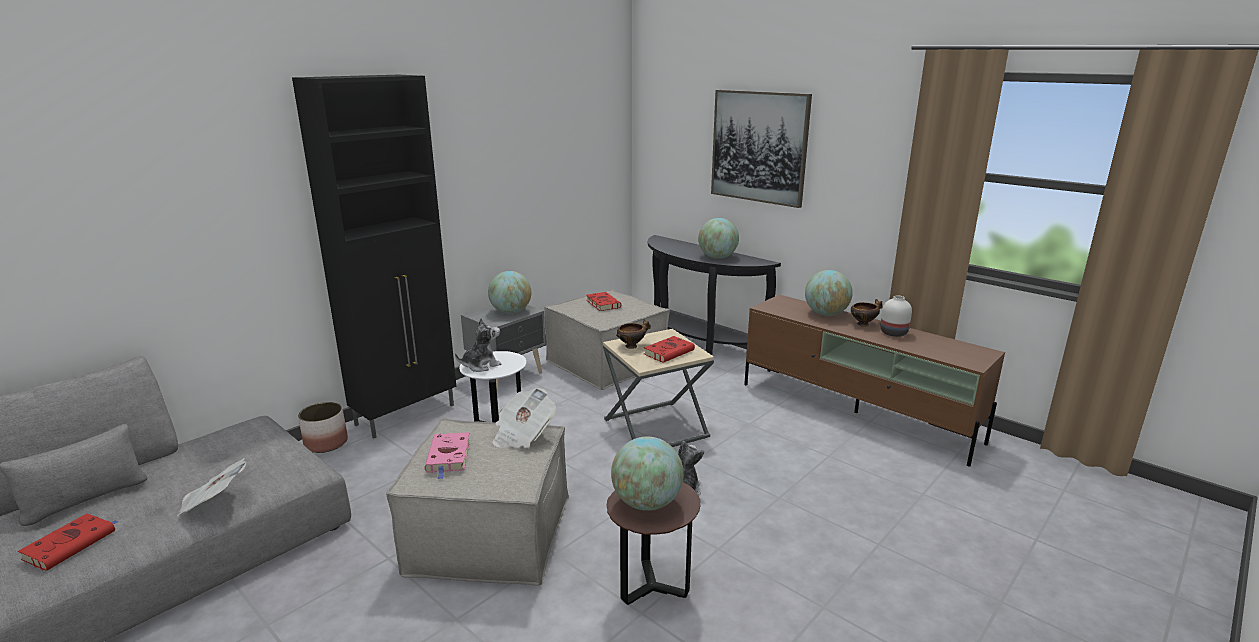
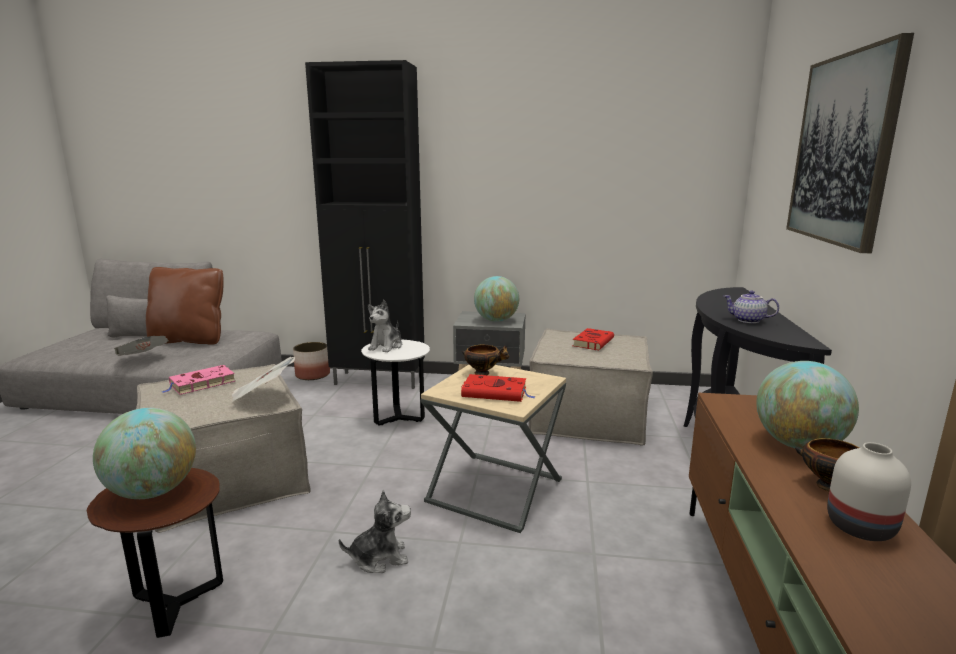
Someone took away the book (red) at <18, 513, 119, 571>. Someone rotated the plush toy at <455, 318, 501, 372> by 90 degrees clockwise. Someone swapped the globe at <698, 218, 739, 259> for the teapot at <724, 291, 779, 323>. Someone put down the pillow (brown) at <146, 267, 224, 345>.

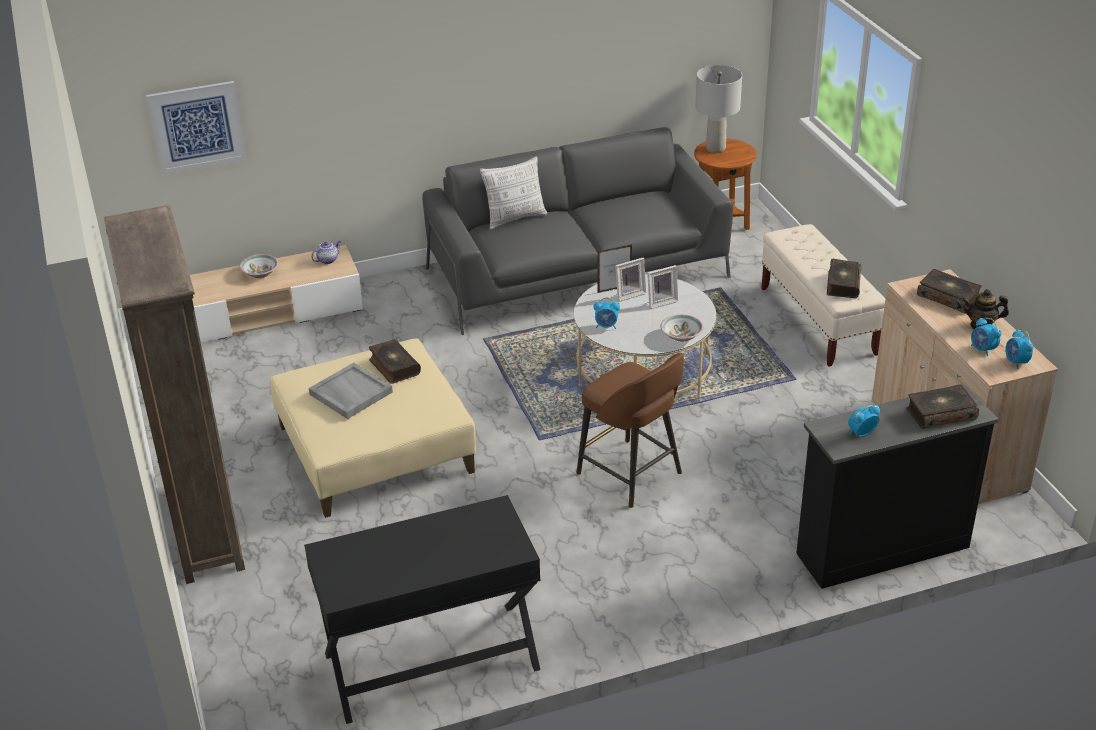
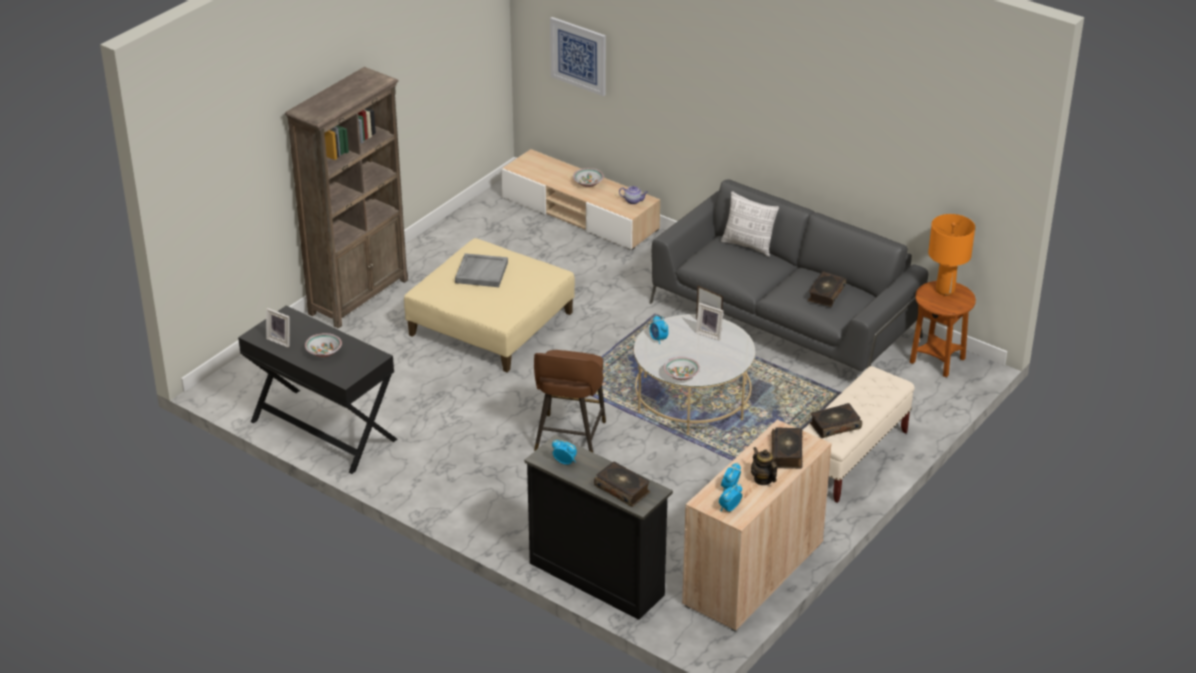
Someone carried the book from <369, 339, 421, 384> to <808, 271, 846, 307>. Someone carried the picture frame from <647, 265, 678, 309> to <266, 308, 290, 347>. Someone repainted the table lamp (grey) at <695, 65, 742, 153>, which became the table lamp (orange) at <928, 214, 975, 296>. Someone put down the bowl at <305, 333, 342, 357>.

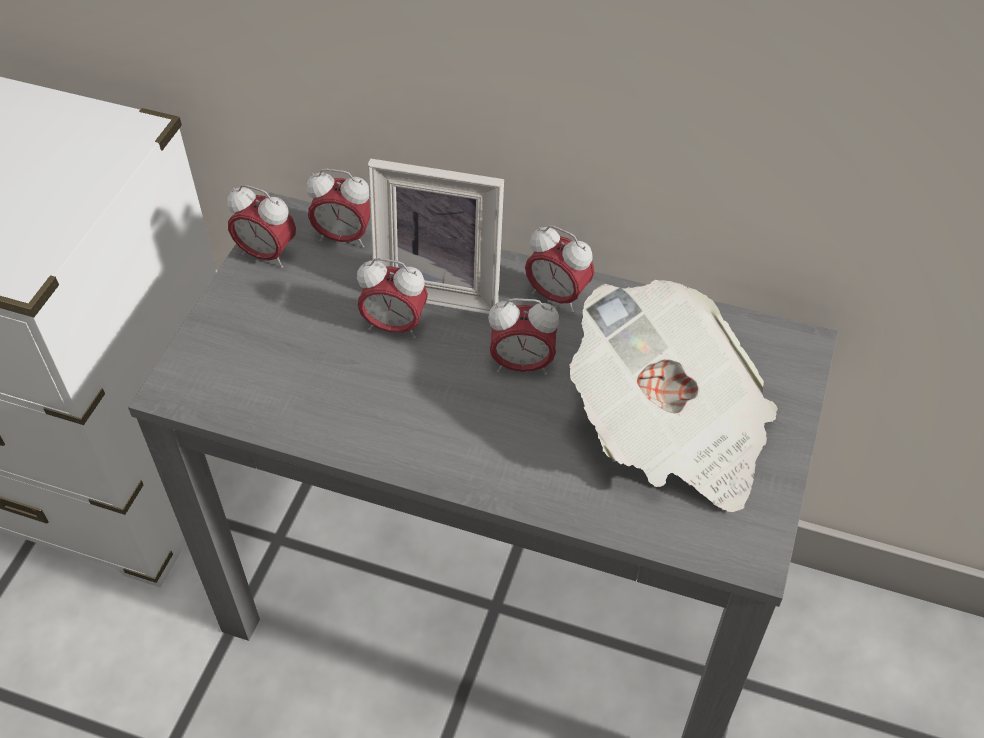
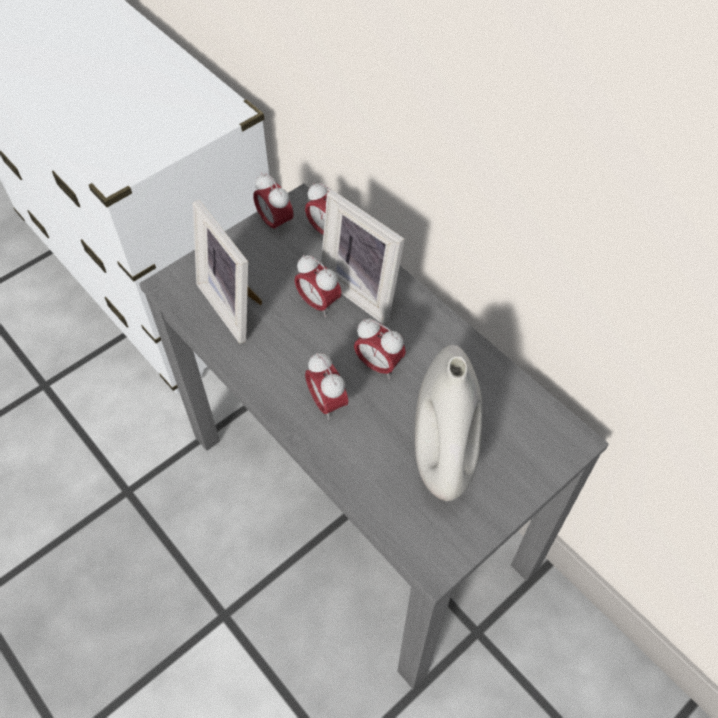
Someone carried the alarm clock from <525, 225, 595, 312> to <305, 353, 348, 420>. Someone swapped the newspaper at <569, 280, 778, 512> for the vase (white) at <415, 345, 482, 501>. Someone put down the picture frame at <193, 200, 262, 344>.

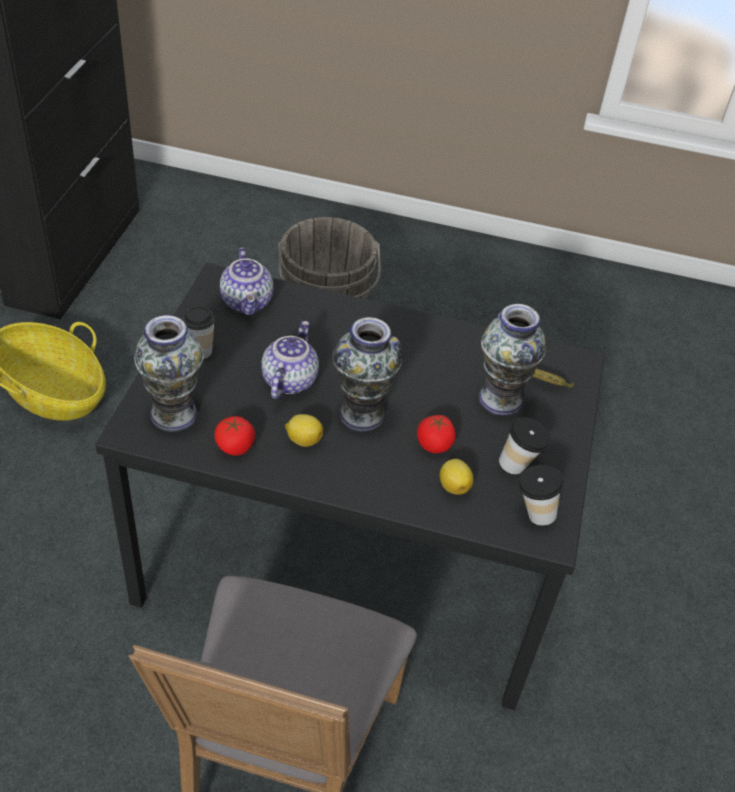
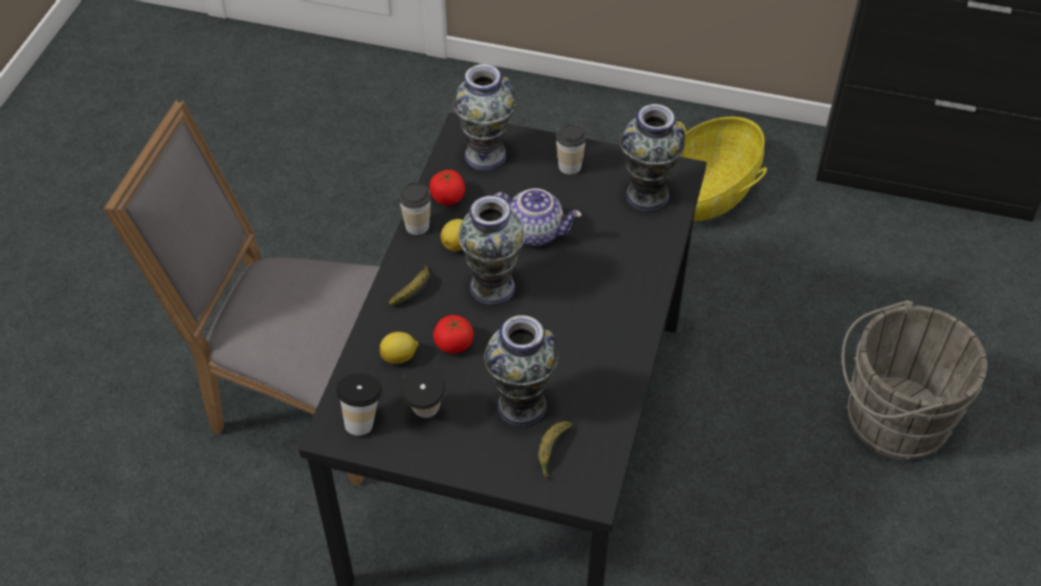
Someone swapped the teapot at <220, 247, 273, 315> for the vase at <620, 104, 685, 212>. Someone put down the banana at <389, 265, 429, 305>. Someone put down the cup at <399, 182, 431, 235>.

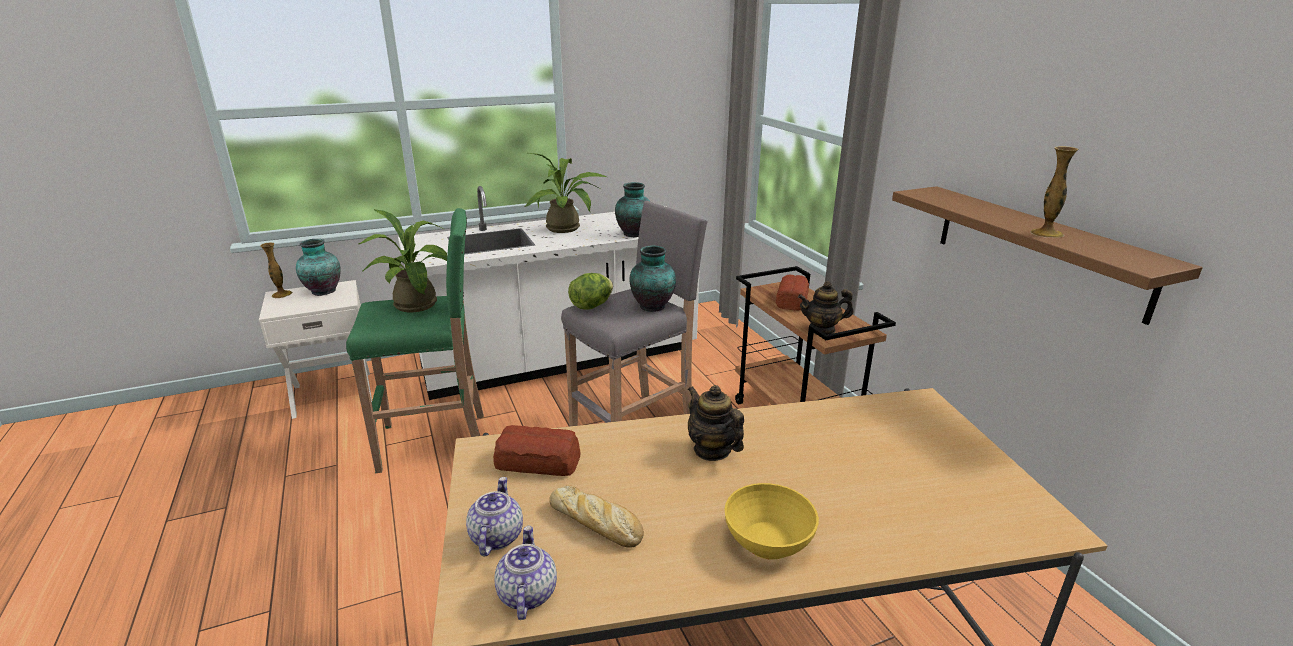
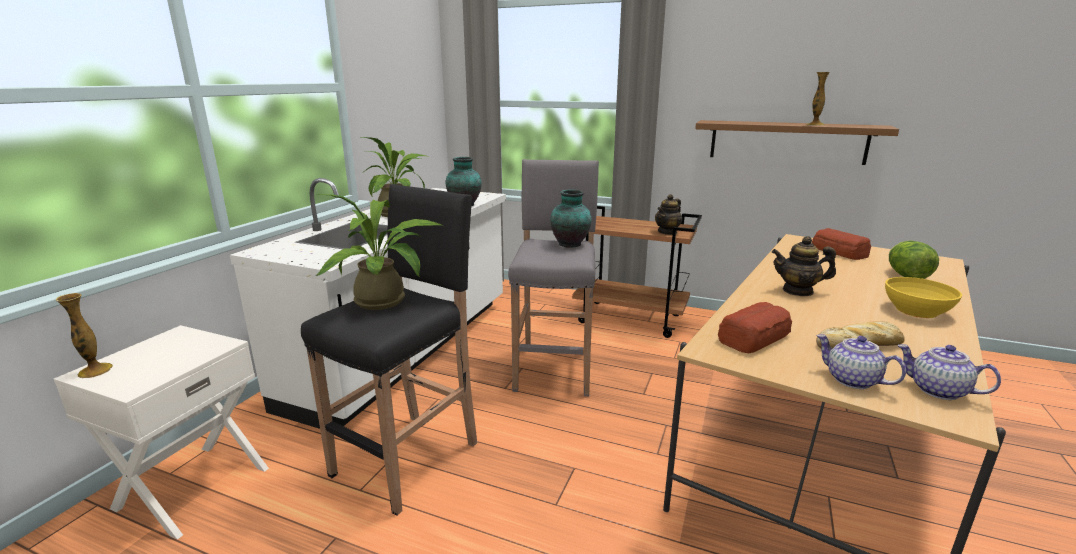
Someone took away the vase at <296, 239, 341, 296>. Someone repainted the stool (green) at <346, 208, 484, 473>, which became the stool (black) at <301, 184, 477, 516>. Someone carried the lettuce from <568, 273, 613, 309> to <889, 241, 939, 279>. Someone carried the bread from <776, 275, 809, 311> to <812, 228, 871, 260>.

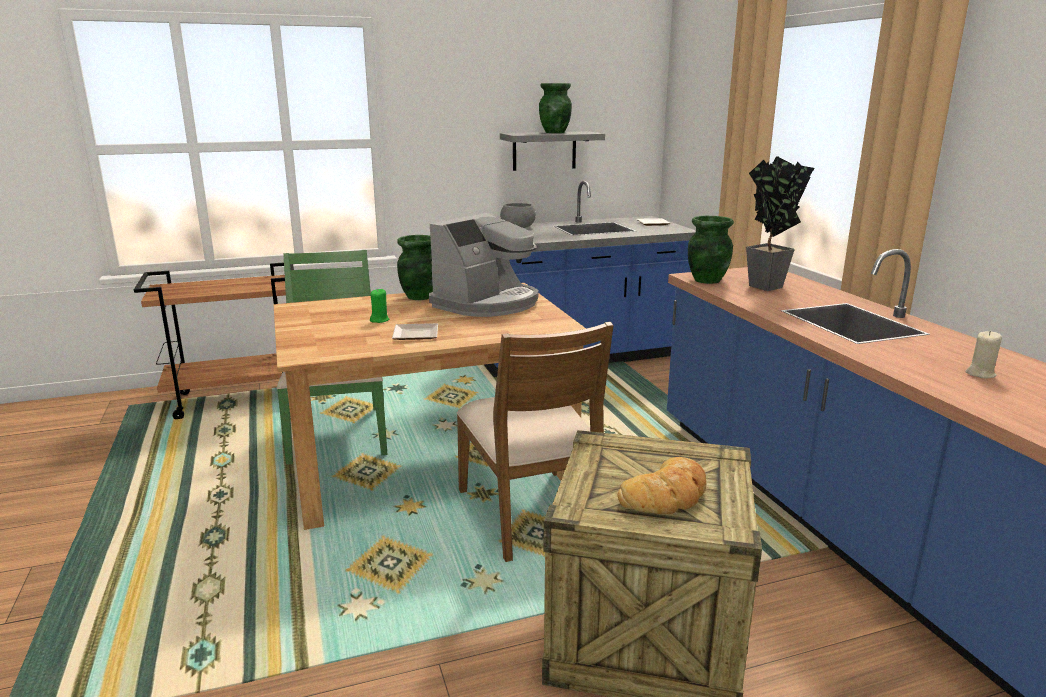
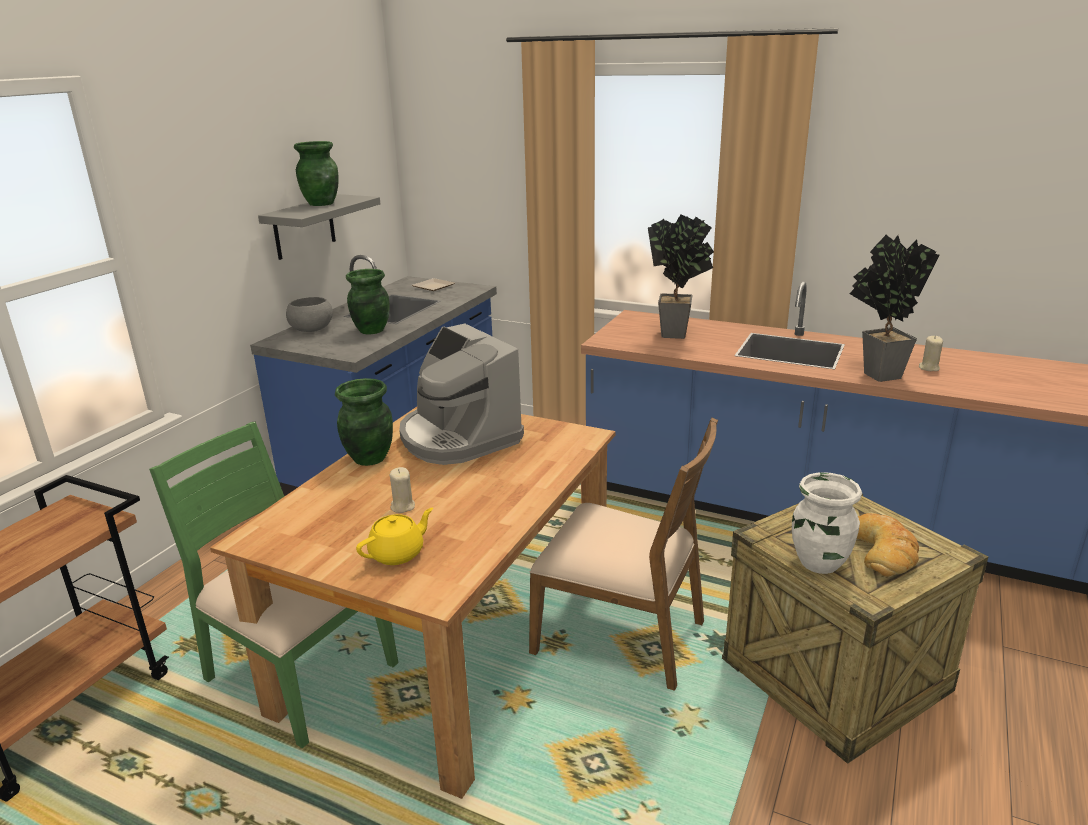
Someone repainted the candle (green) at <370, 289, 389, 323>, which became the candle (beige) at <390, 467, 415, 513>. Someone took away the plate at <392, 323, 438, 340>. Someone rotated the coffee machine at <429, 213, 538, 317> by 150 degrees clockwise. Someone carried the vase (green) from <688, 216, 734, 284> to <346, 269, 390, 334>. Someone put down the teapot (yellow) at <356, 508, 433, 565>. Someone put down the vase (white) at <792, 472, 862, 574>. Someone put down the potted plant at <850, 235, 939, 382>.

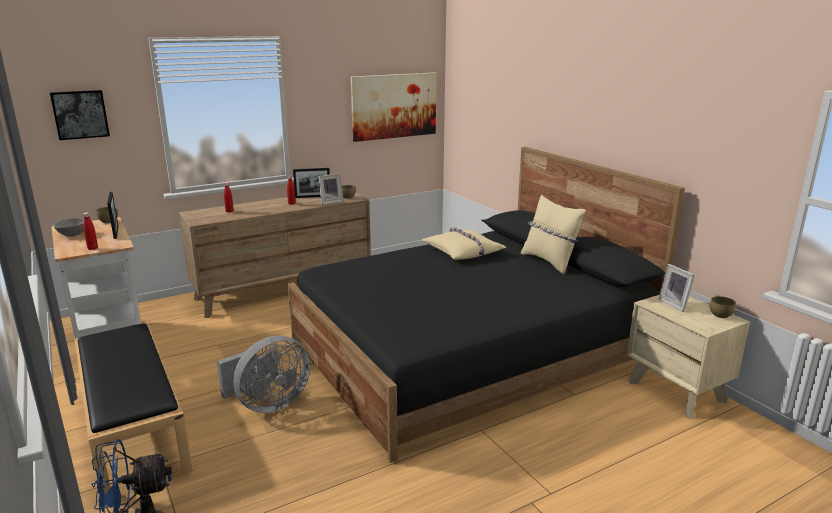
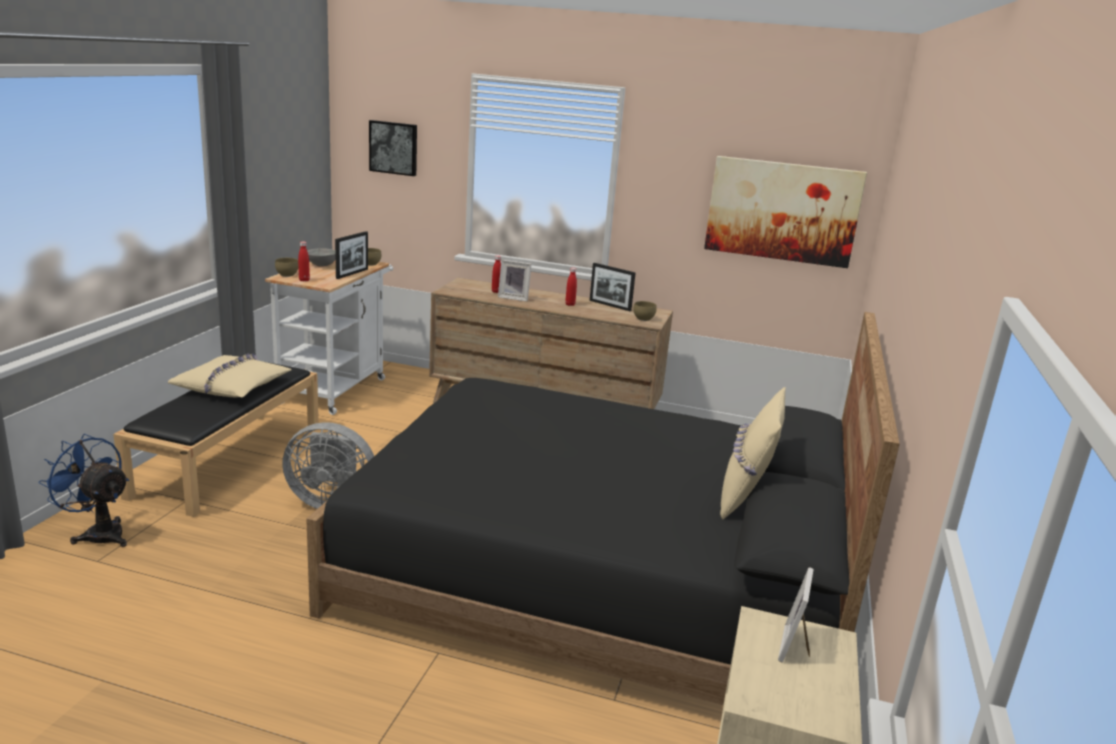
Someone carried the picture frame from <318, 173, 343, 205> to <498, 260, 532, 302>. Someone carried the pillow (beige) from <422, 227, 506, 260> to <167, 353, 291, 398>. Someone carried the bowl (brown) from <710, 296, 736, 318> to <275, 258, 298, 277>.

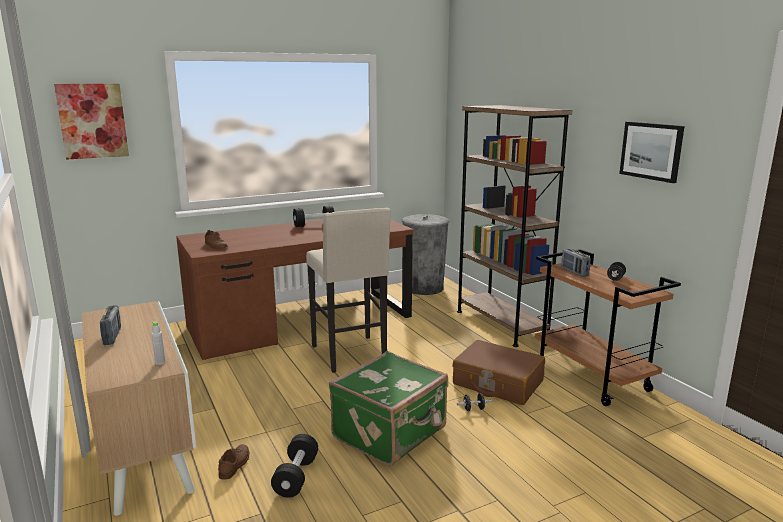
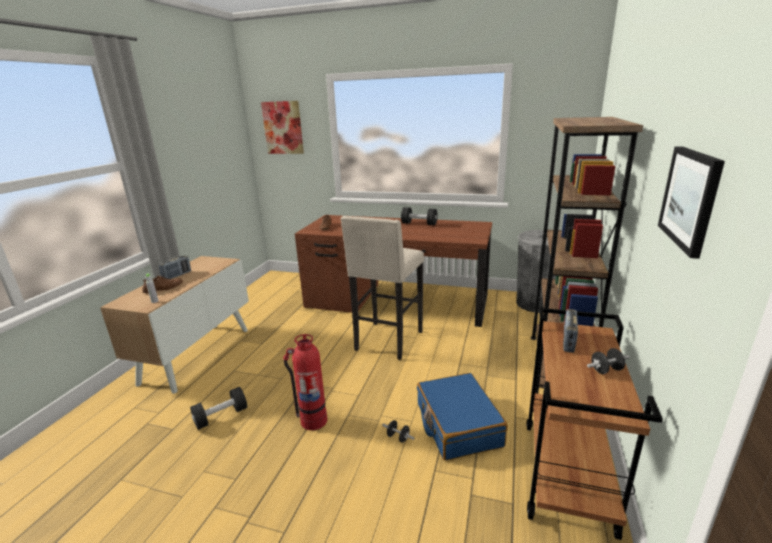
Someone carried the shoe (brown) from <218, 444, 249, 480> to <142, 276, 183, 293>. Someone swapped the suitcase (green) at <329, 351, 448, 466> for the fire extinguisher at <283, 334, 327, 430>. Someone repainted the suitcase (brown) at <453, 340, 545, 405>, which became the suitcase (blue) at <417, 373, 508, 461>.

